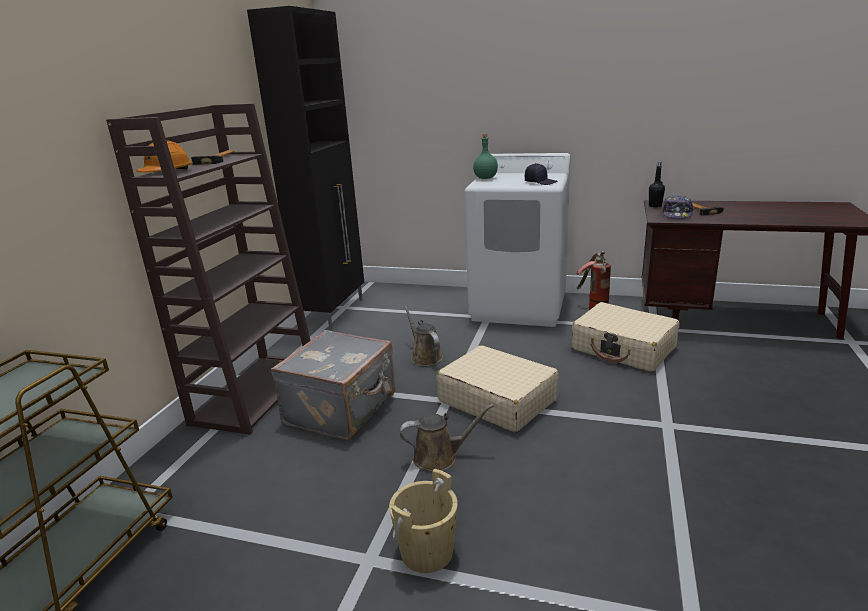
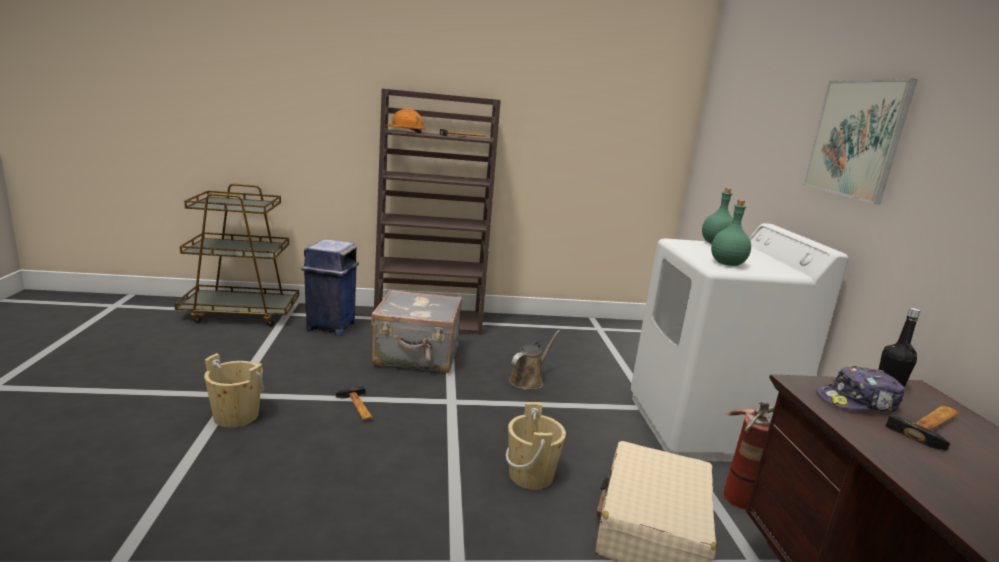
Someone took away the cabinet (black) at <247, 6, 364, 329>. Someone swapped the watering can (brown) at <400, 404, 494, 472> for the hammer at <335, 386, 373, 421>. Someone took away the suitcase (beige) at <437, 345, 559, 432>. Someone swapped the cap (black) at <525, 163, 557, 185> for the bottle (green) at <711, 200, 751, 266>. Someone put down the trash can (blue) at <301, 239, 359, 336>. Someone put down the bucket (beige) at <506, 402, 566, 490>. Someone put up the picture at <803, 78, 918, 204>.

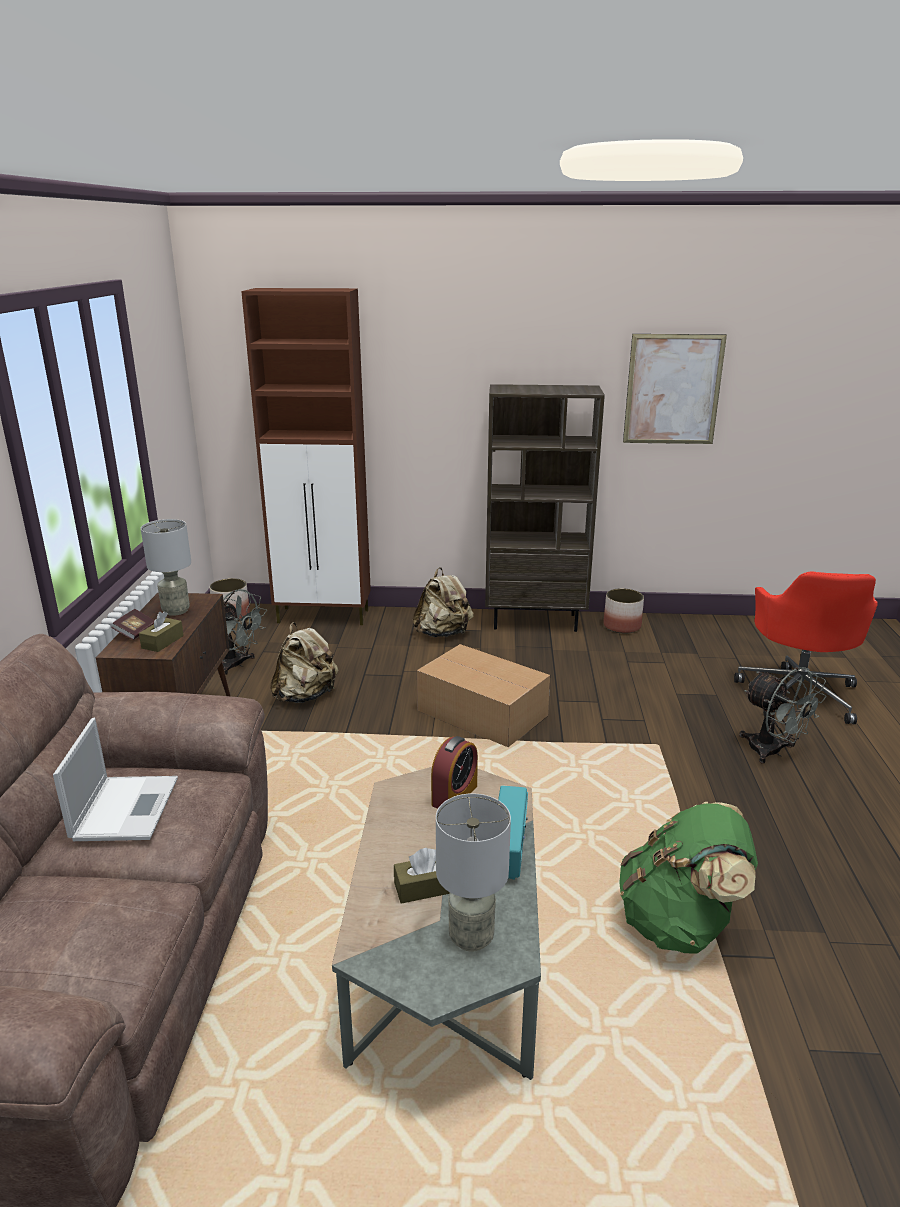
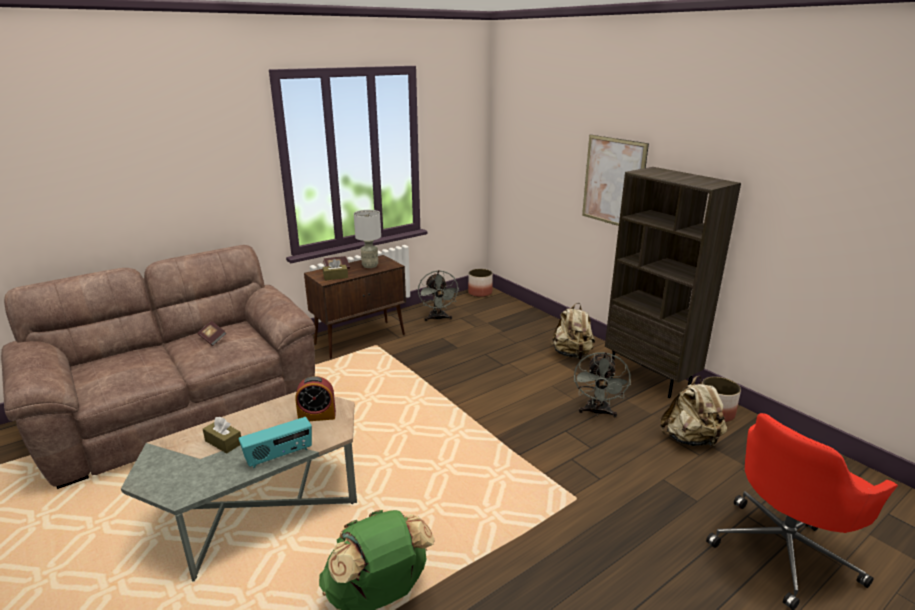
Someone swapped the laptop at <53, 718, 178, 841> for the book at <197, 321, 227, 346>. Someone took away the cabinet (brown) at <241, 288, 371, 625>. Someone carried the backpack (beige) from <270, 622, 338, 703> to <660, 376, 727, 447>. Someone took away the cardboard box at <417, 644, 550, 747>. Someone took away the table lamp (grey) at <436, 793, 511, 952>. Someone carried the picture from <623, 334, 727, 444> to <582, 135, 649, 226>. Someone carried the fan (grey) from <739, 667, 827, 764> to <574, 352, 631, 418>.

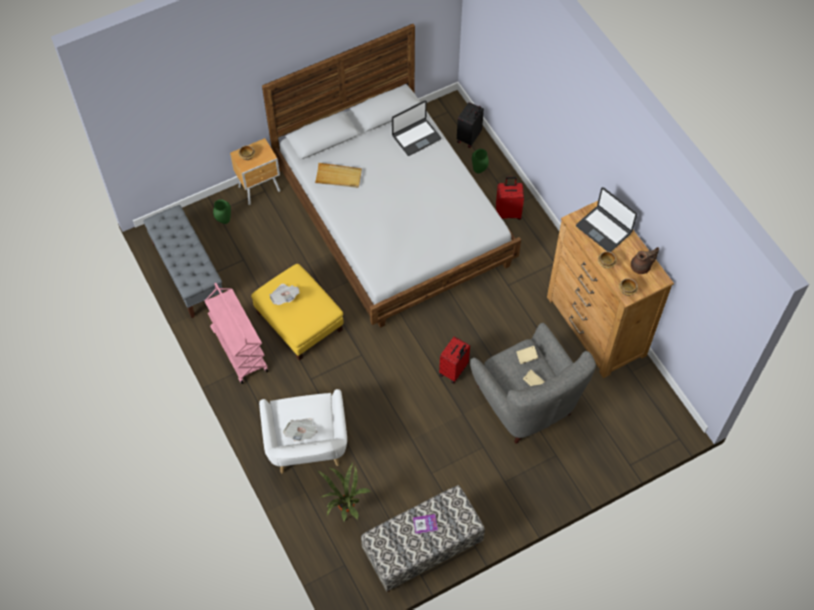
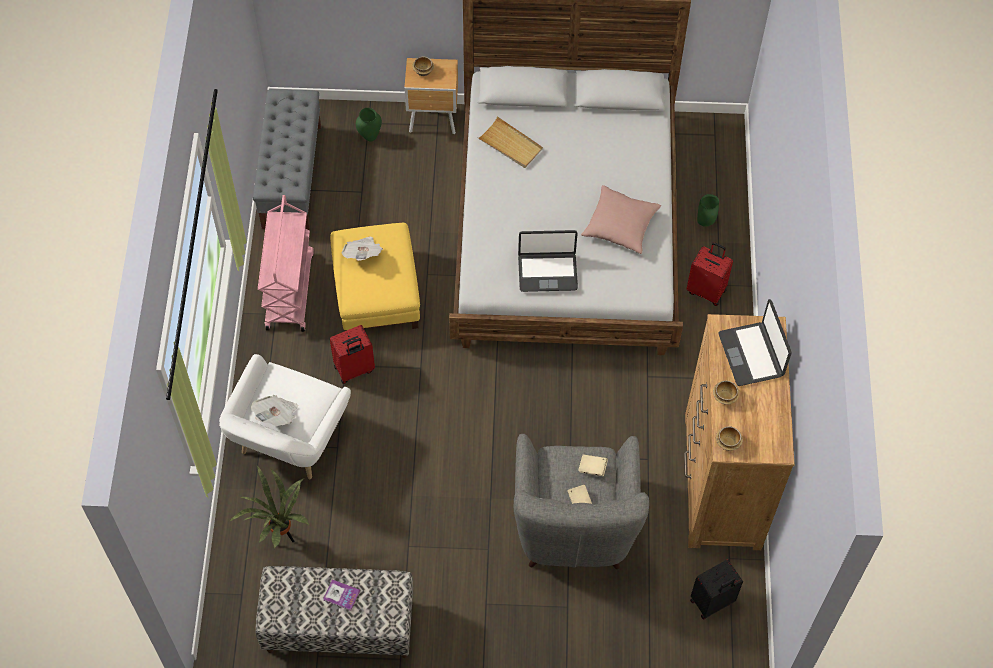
Someone carried the laptop from <392, 100, 442, 156> to <518, 230, 578, 292>. Someone carried the suitcase (red) from <439, 336, 470, 383> to <330, 325, 375, 384>. Someone carried the suitcase (black) from <457, 102, 484, 148> to <690, 559, 743, 620>. Someone took away the teapot (brown) at <631, 247, 659, 274>. Someone put down the pillow (pink) at <581, 185, 661, 254>.

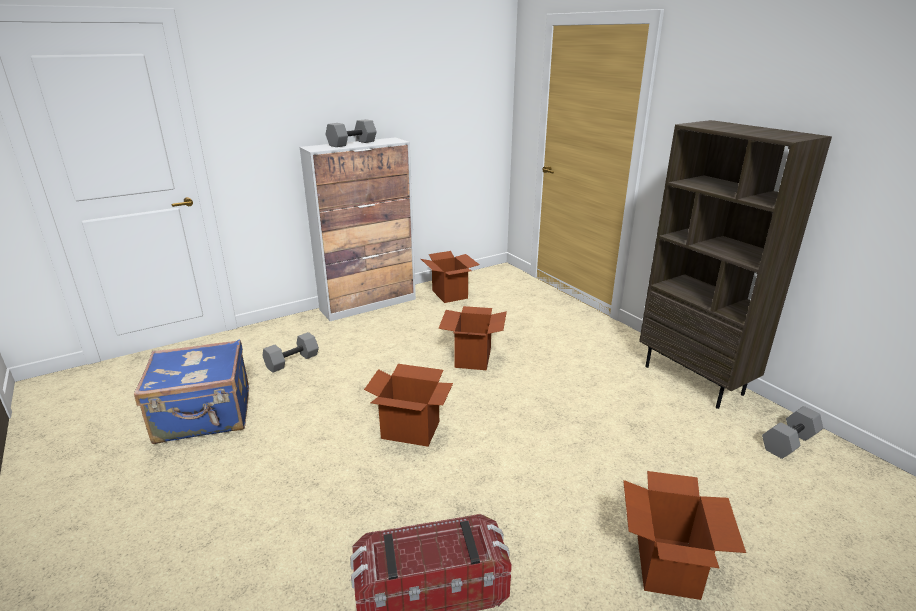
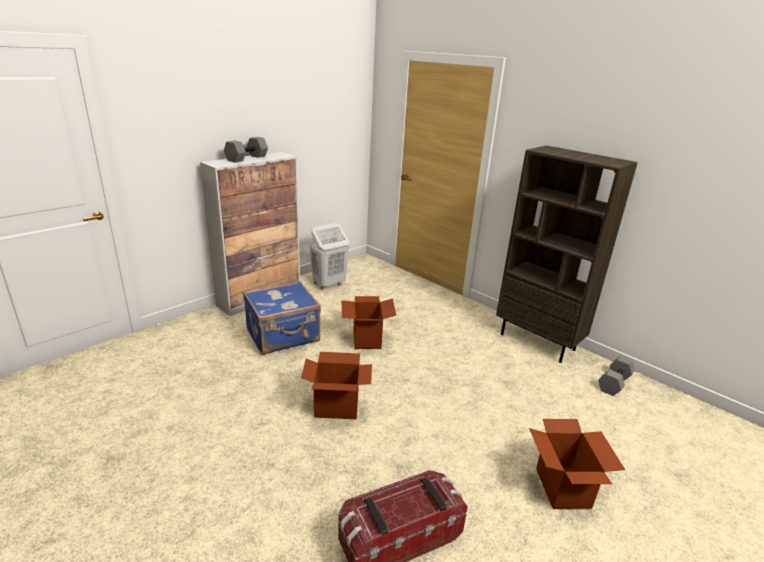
Someone carried the suitcase (blue) from <134, 339, 249, 444> to <243, 281, 321, 355>. Someone took away the dumbbell (grey) at <263, 332, 319, 373>. Someone swapped the cardboard box at <421, 251, 480, 303> for the laundry basket (white) at <309, 223, 350, 290>.

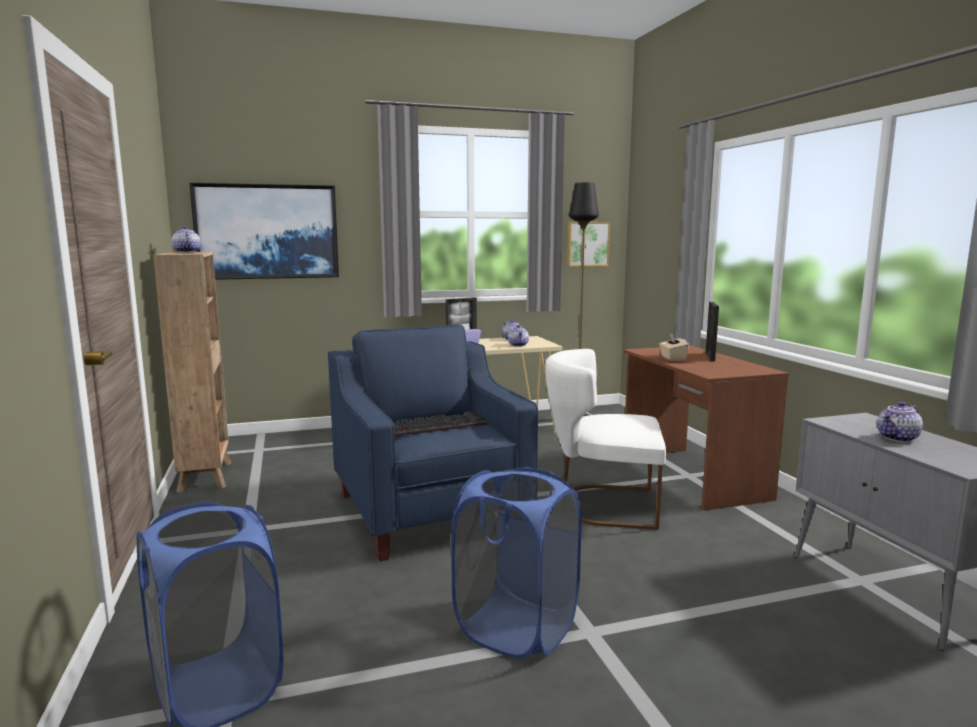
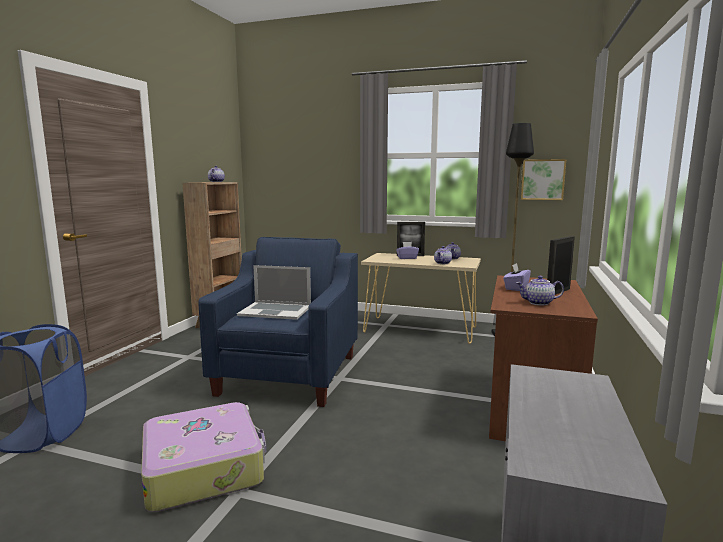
Someone took away the picture at <189, 183, 339, 280>. Someone swapped the keyboard at <393, 411, 487, 437> for the laptop at <237, 265, 311, 320>. Someone swapped the laundry basket (blue) at <451, 467, 581, 659> for the suitcase at <141, 402, 266, 512>. Someone took away the chair (white) at <545, 349, 666, 530>. Someone repainted the tissue box (beige) at <659, 334, 689, 361>, which became the tissue box (purple) at <503, 263, 531, 291>. Someone carried the teapot from <877, 402, 923, 442> to <516, 276, 564, 305>.

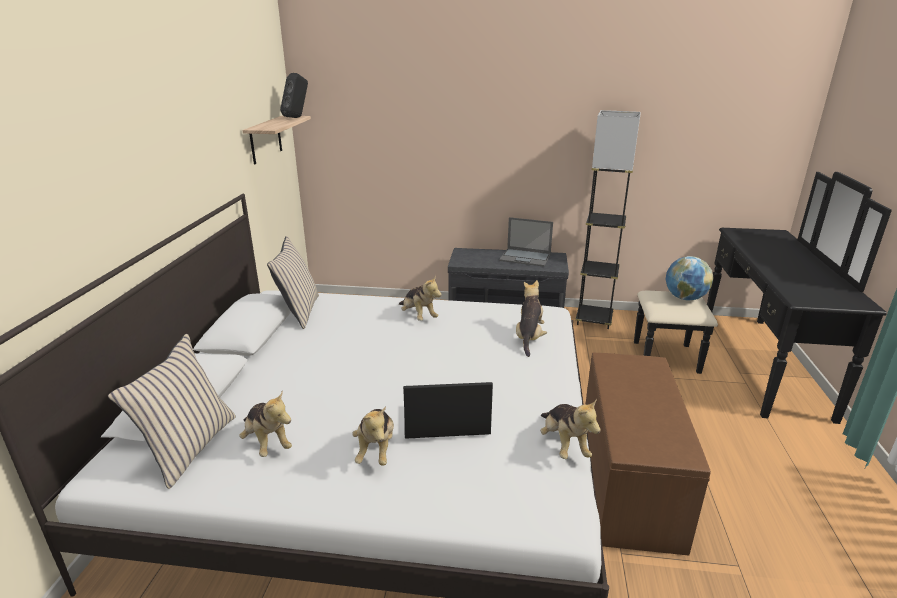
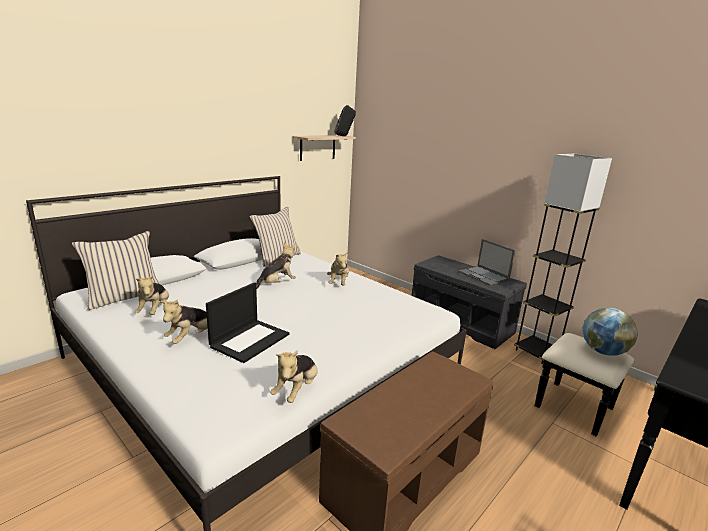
Someone rotated the laptop at <403, 382, 493, 439> by 90 degrees clockwise. Someone carried the plush toy from <516, 280, 547, 357> to <256, 243, 296, 289>.

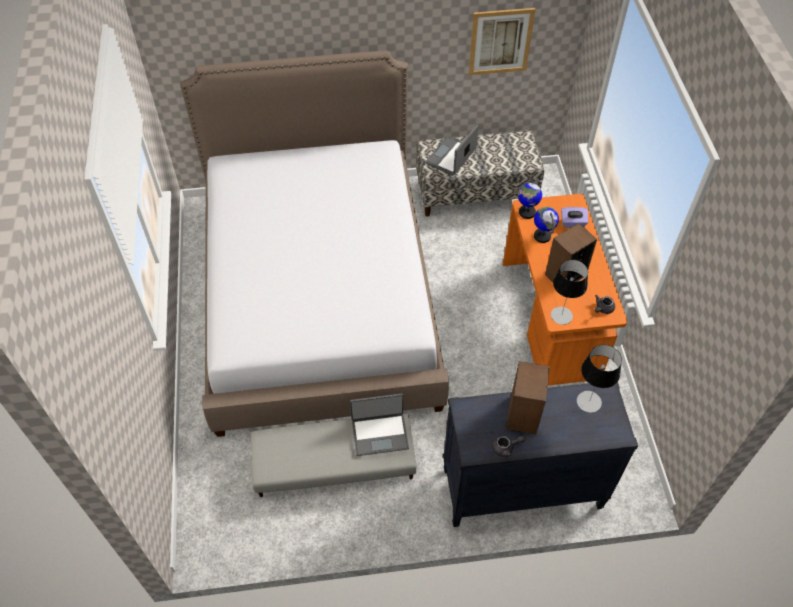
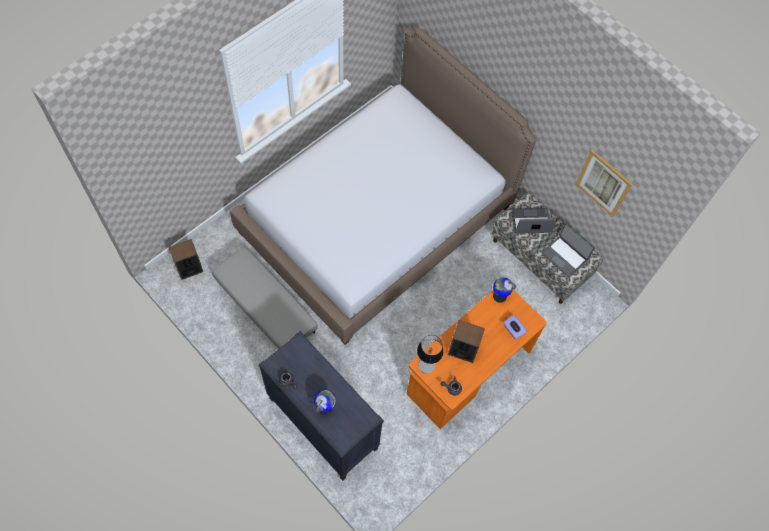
Someone carried the laptop from <350, 393, 409, 456> to <541, 223, 595, 278>. Someone carried the speaker from <506, 361, 550, 434> to <169, 239, 203, 280>. Someone carried the globe from <534, 207, 559, 243> to <314, 390, 336, 415>. Someone took away the table lamp at <577, 345, 622, 413>.

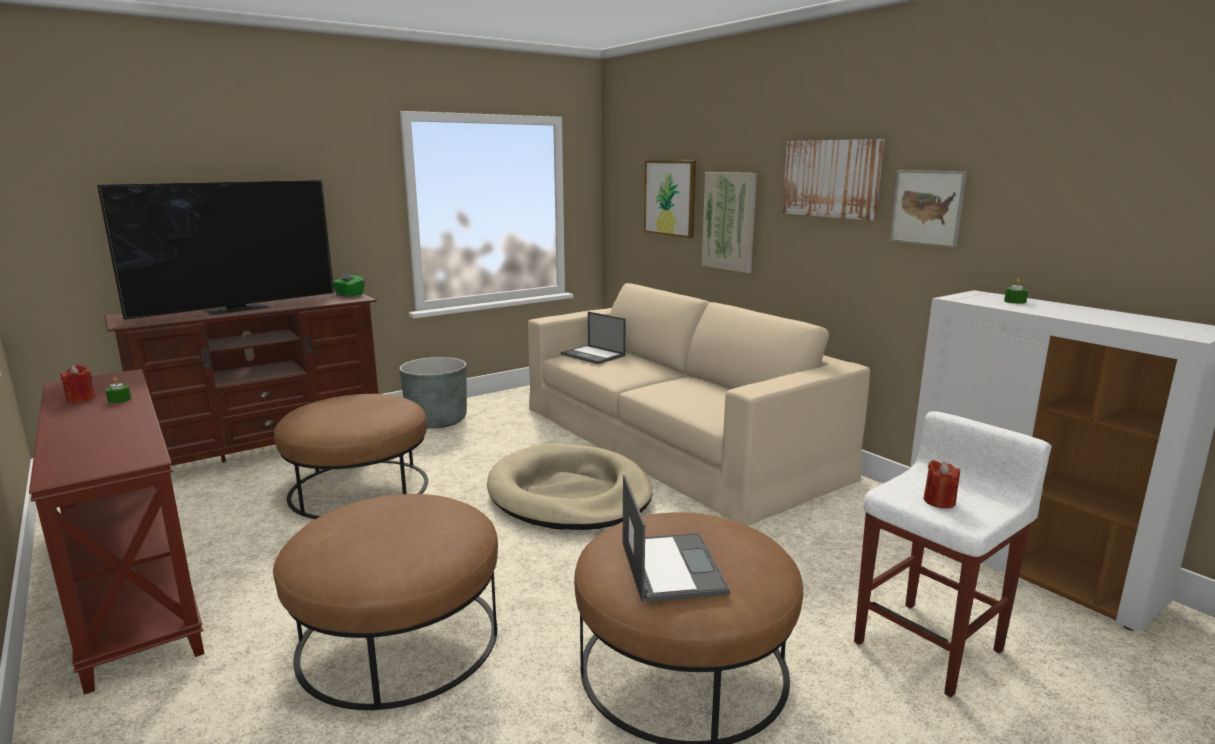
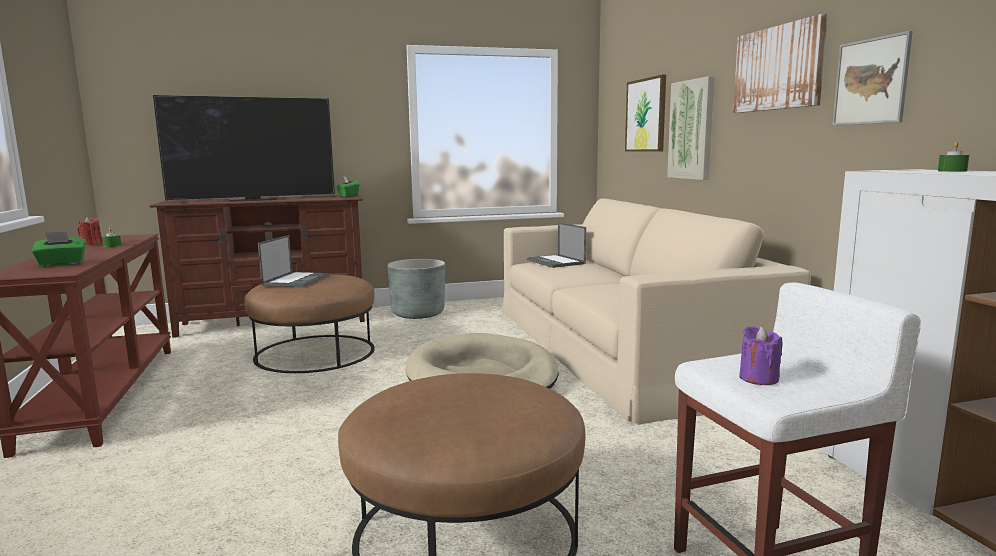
Someone took away the ottoman (brown) at <273, 494, 498, 710>. Someone carried the laptop from <623, 475, 730, 602> to <258, 235, 330, 287>. Someone repainted the candle (red) at <923, 460, 960, 508>, which became the candle (purple) at <740, 326, 782, 385>. Someone put down the tissue box (green) at <31, 231, 86, 267>.

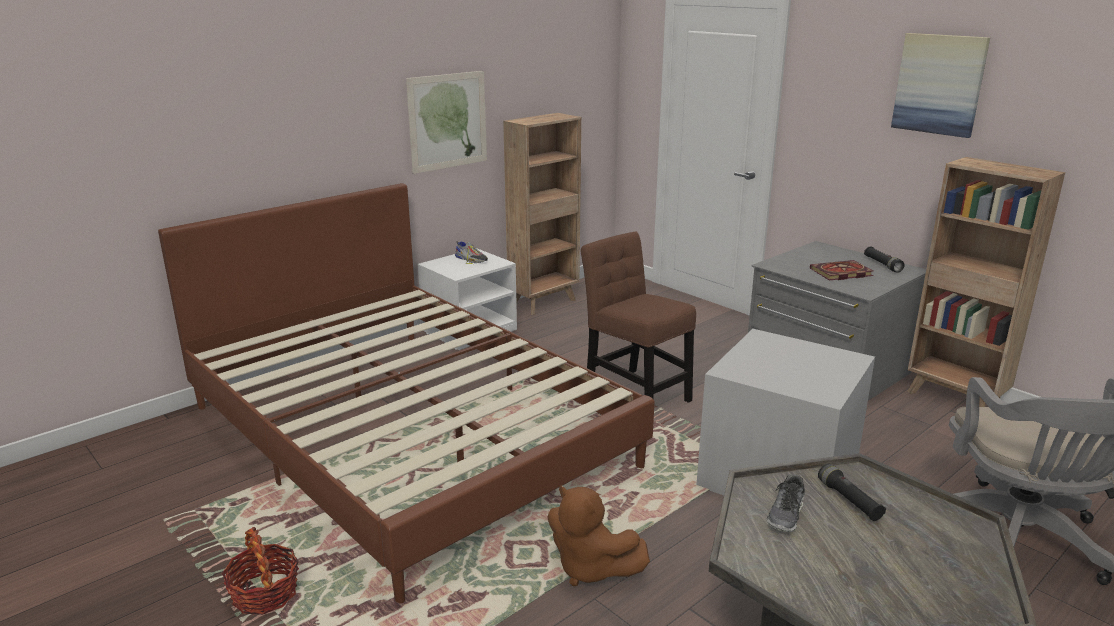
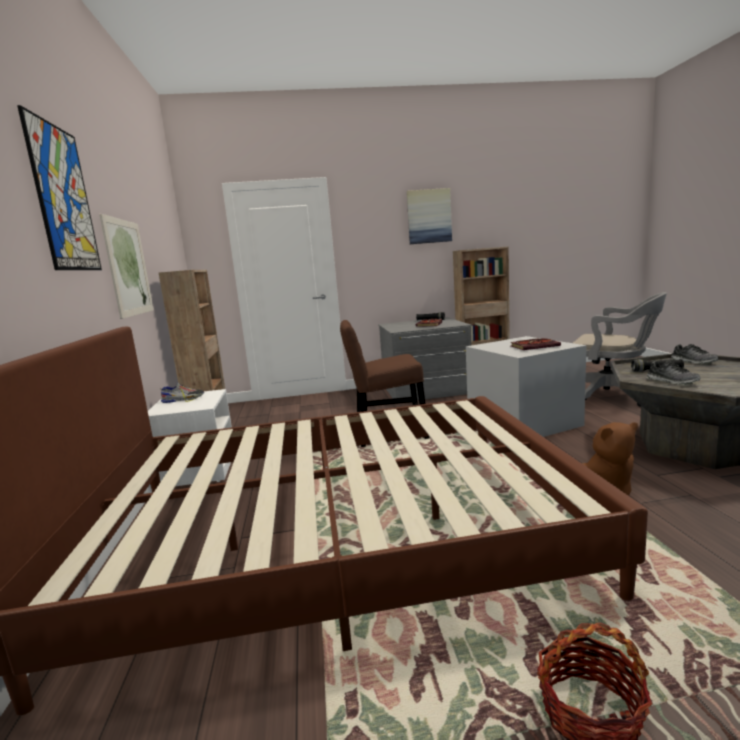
Someone put up the picture at <17, 105, 102, 270>. Someone put down the book at <510, 338, 561, 350>. Someone put down the shoe at <671, 344, 718, 365>.

